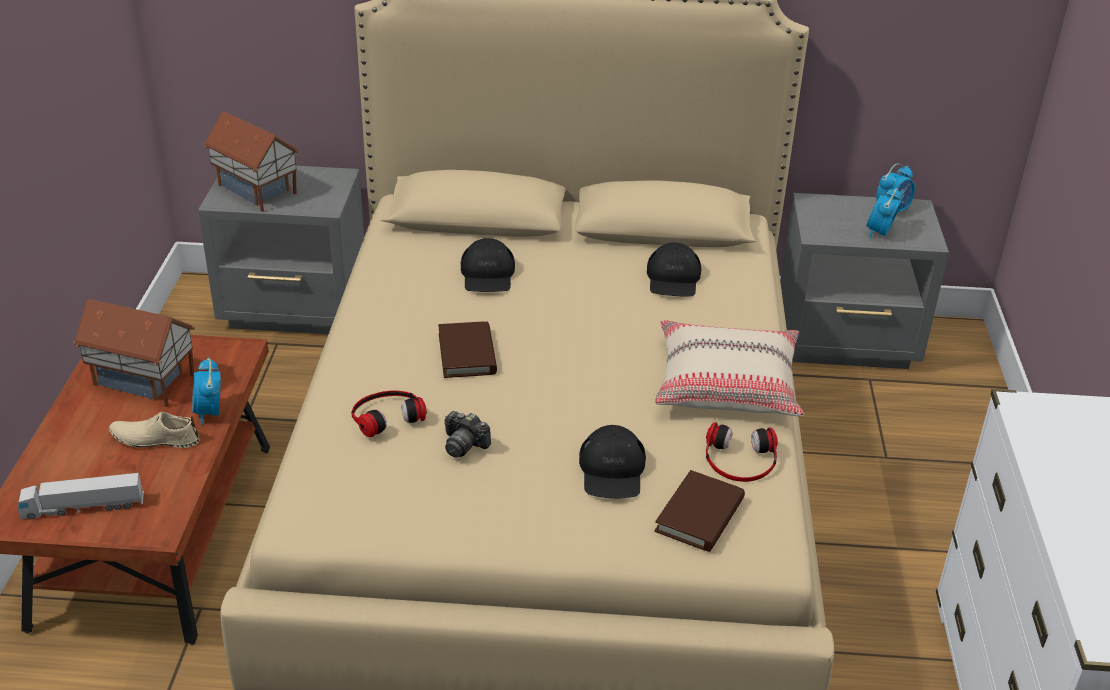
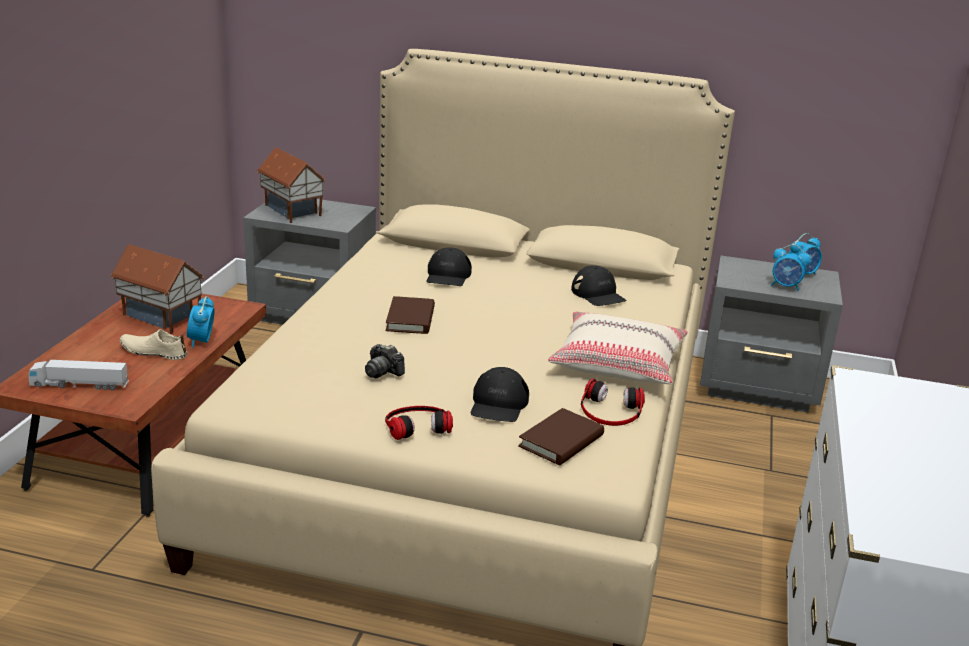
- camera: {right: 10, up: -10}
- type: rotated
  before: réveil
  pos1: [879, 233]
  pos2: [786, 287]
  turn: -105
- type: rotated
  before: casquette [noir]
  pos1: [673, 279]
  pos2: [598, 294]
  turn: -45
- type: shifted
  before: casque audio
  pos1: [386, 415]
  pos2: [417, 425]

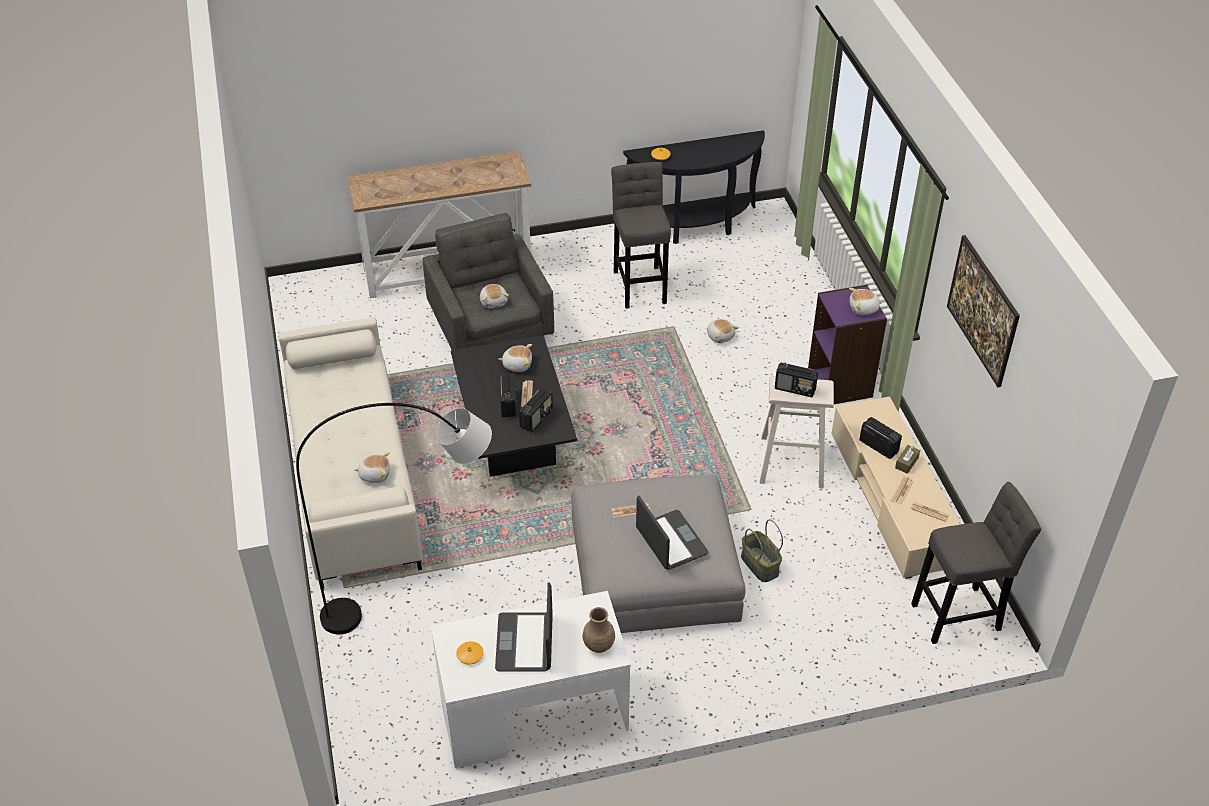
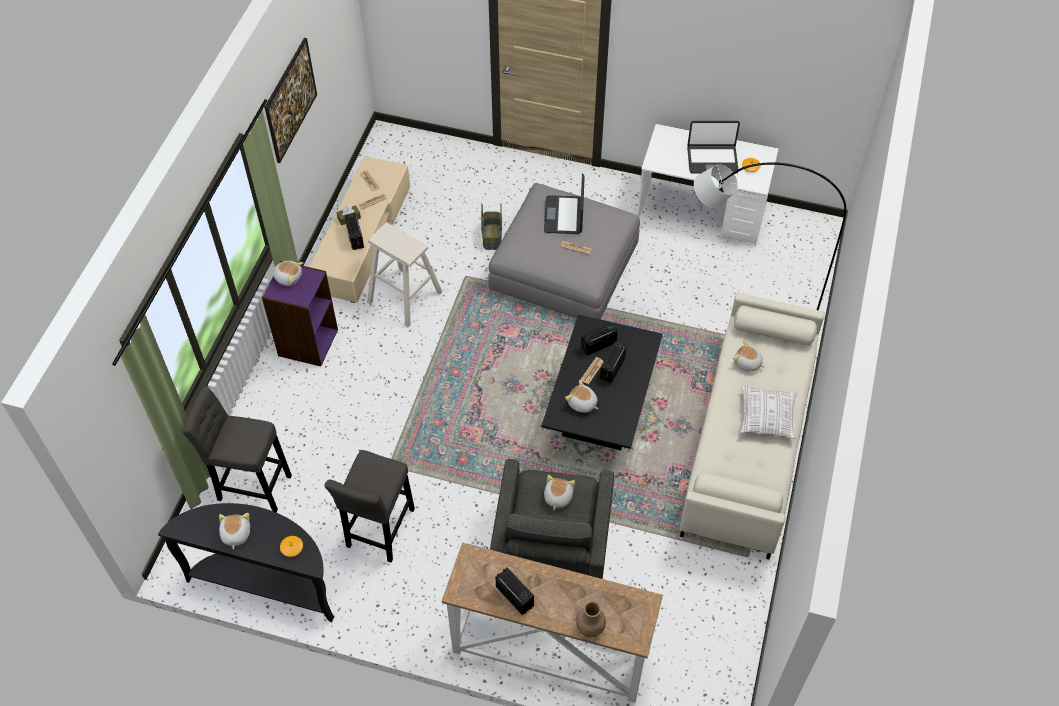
- camera: {right: -150, up: 10}
- type: shifted
  before: peluche
  pos1: [720, 336]
  pos2: [235, 534]
- type: shifted
  before: radio
  pos1: [795, 389]
  pos2: [514, 596]
- type: shifted
  before: tabouret [gris]
  pos1: [960, 615]
  pos2: [251, 485]
- type: rotated
  before: ordinateur portable
  pos1: [525, 643]
  pos2: [712, 159]
  turn: 60
- type: shifted
  before: vase [marron]
  pos1: [599, 645]
  pos2: [590, 627]
- type: new
  after: coussin
  pos2: [766, 417]

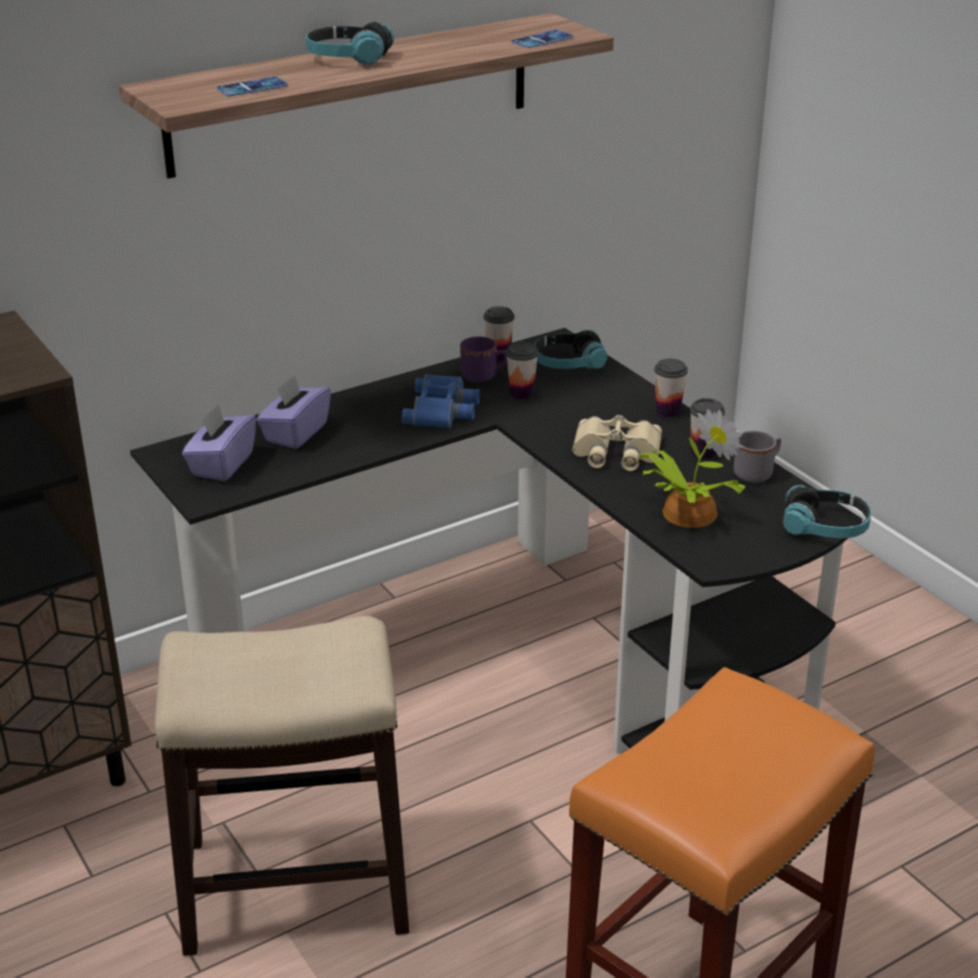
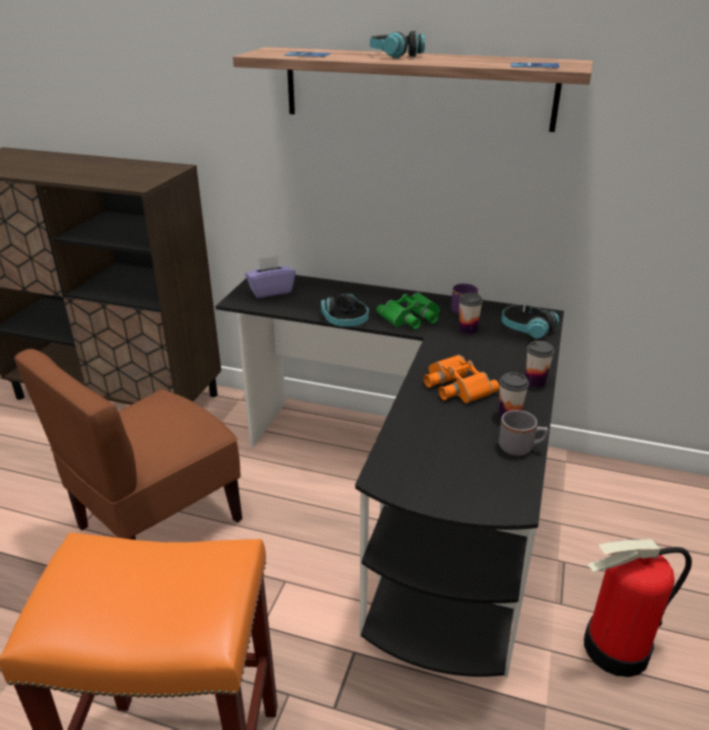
- camera: {right: 50, up: 0}
- type: gone
  before: tasse
  pos1: [498, 356]
- type: repainted
  before: jumelles [bleu]
  after: jumelles [vert]
  pos1: [443, 410]
  pos2: [411, 317]
- type: gone
  before: boîte à mouchoirs [violet]
  pos1: [295, 433]
- type: gone
  before: plante en pot
  pos1: [686, 513]
- type: repainted
  before: jumelles [beige]
  after: jumelles [orange]
  pos1: [615, 452]
  pos2: [455, 385]
- type: shifted
  before: casque audio
  pos1: [825, 527]
  pos2: [345, 320]
- type: swapped
  before: tabouret
  after: chaise [marron]
  pos1: [293, 886]
  pos2: [158, 523]
- type: new
  after: extincteur
  pos2: [616, 649]

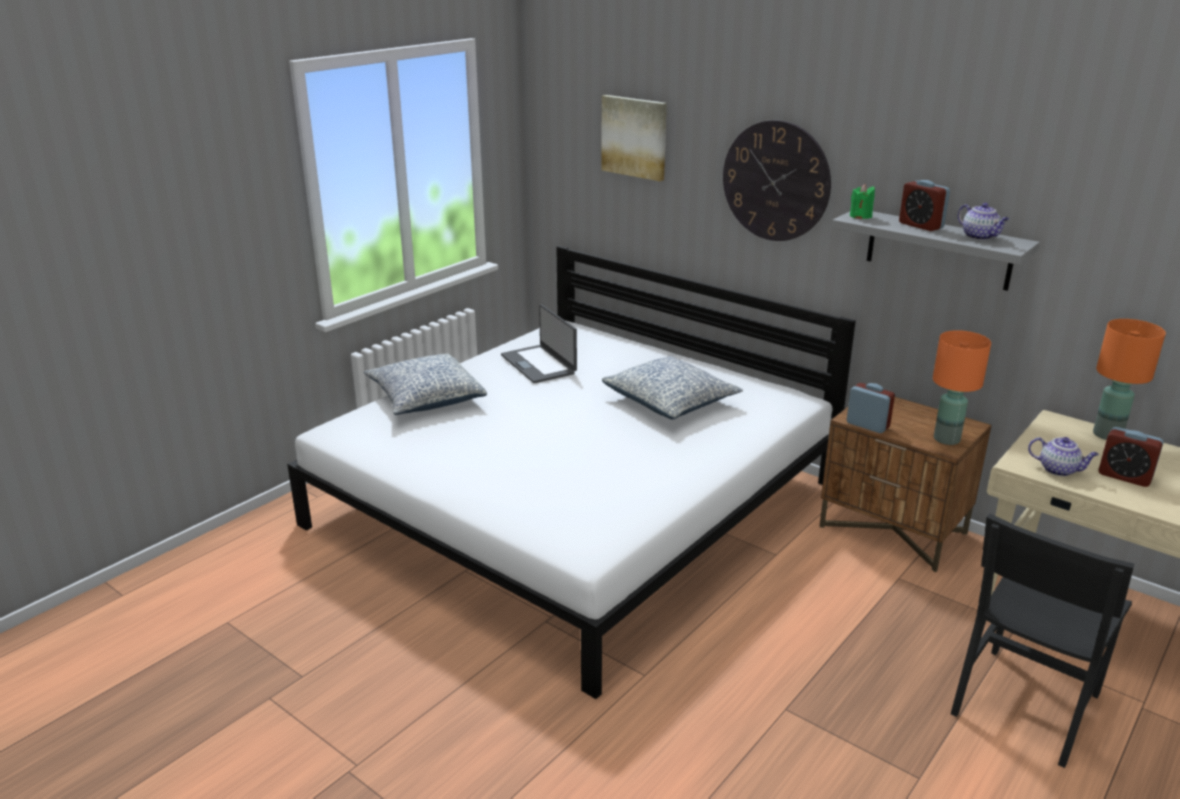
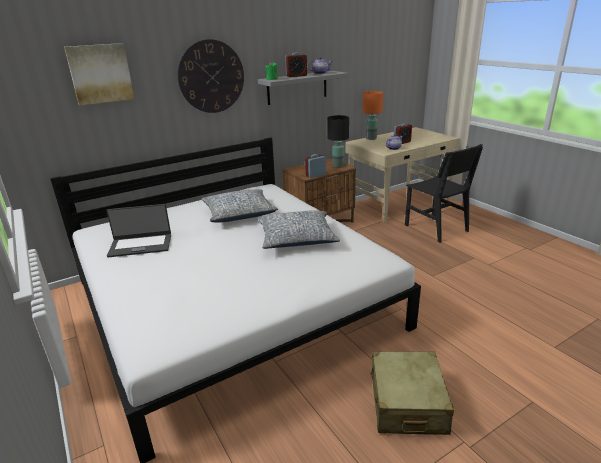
- camera: {right: -70, up: 0}
- type: repainted
  before: lampe de table [orange]
  after: lampe de table [noir]
  pos1: [947, 439]
  pos2: [338, 166]
- type: shifted
  before: coussin
  pos1: [425, 398]
  pos2: [297, 240]
- type: new
  after: valise [beige]
  pos2: [407, 403]

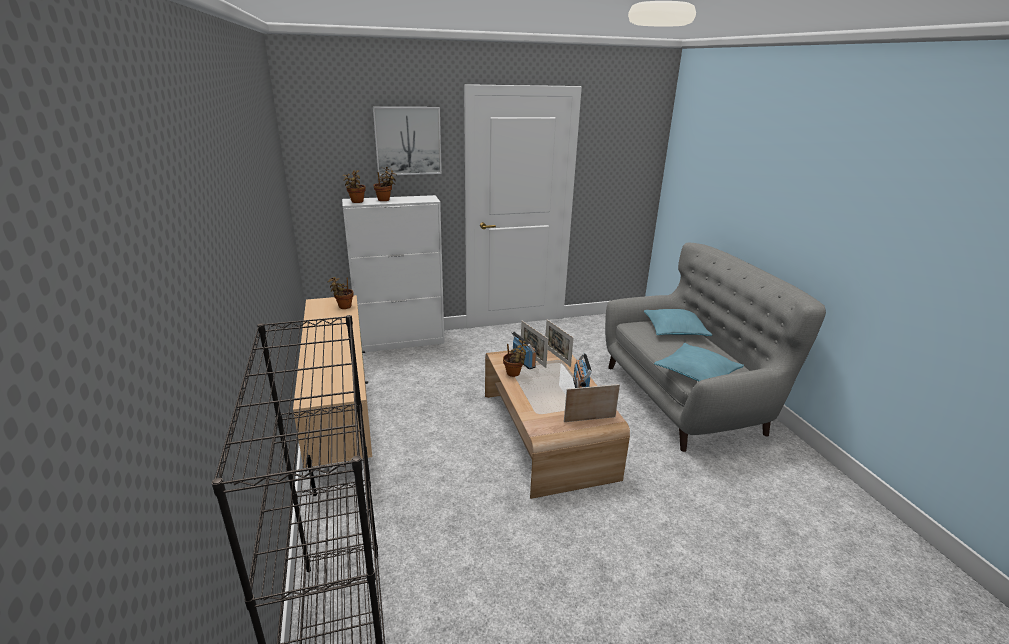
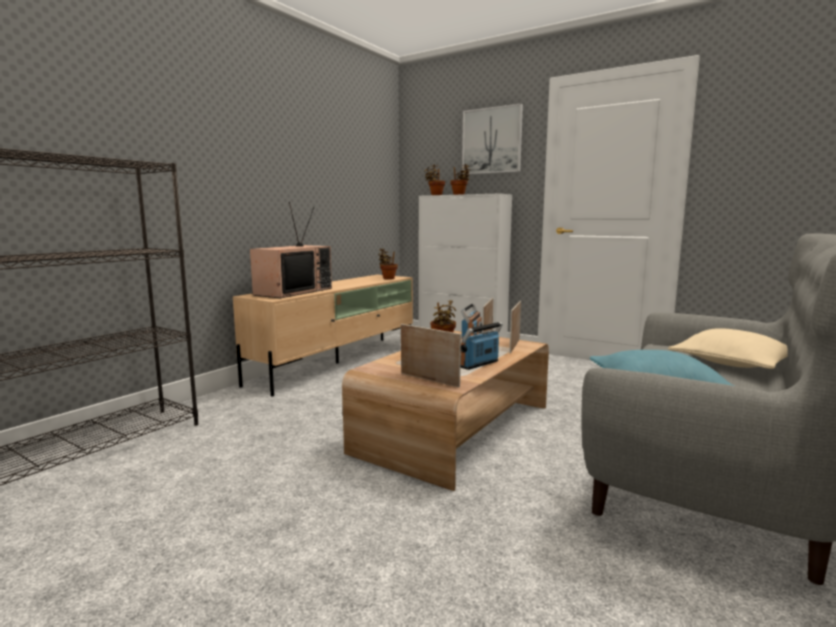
- camera: {right: 50, up: -15}
- type: repainted
  before: coussin [turquoise]
  after: coussin [beige]
  pos1: [674, 330]
  pos2: [732, 363]
- type: new
  after: téléviseur
  pos2: [293, 291]

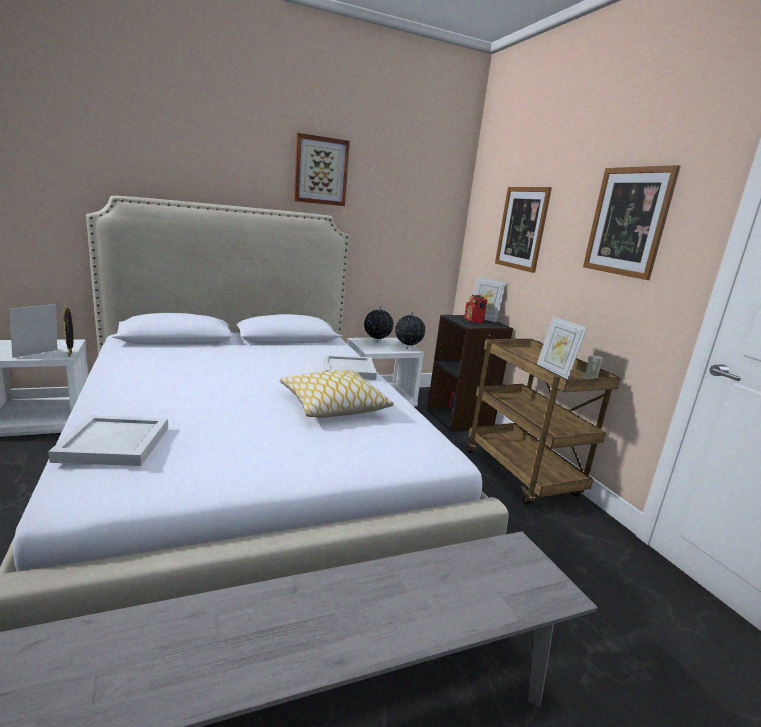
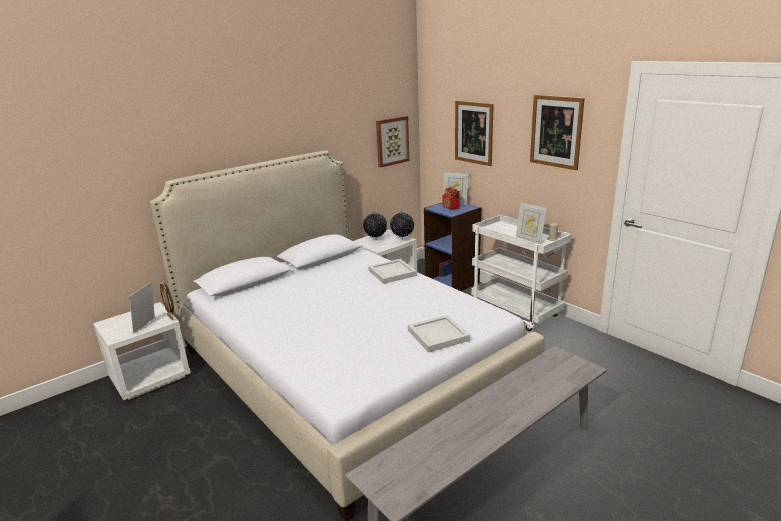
- camera: {right: -15, up: 5}
- type: shifted
  before: tableau
  pos1: [321, 171]
  pos2: [392, 141]
- type: repainted
  before: bibliothèque [noir]
  after: bibliothèque [bleu]
  pos1: [460, 419]
  pos2: [452, 282]
- type: repainted
  before: chariot [marron]
  after: chariot [blanc]
  pos1: [522, 475]
  pos2: [516, 312]
- type: gone
  before: coussin
  pos1: [333, 405]
- type: shifted
  before: plateau [blanc]
  pos1: [112, 444]
  pos2: [438, 336]

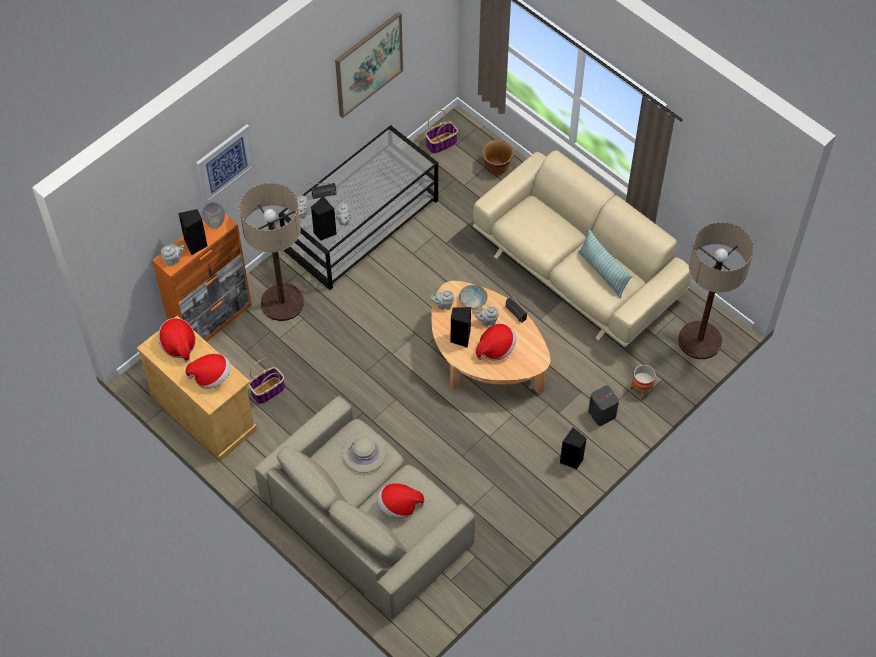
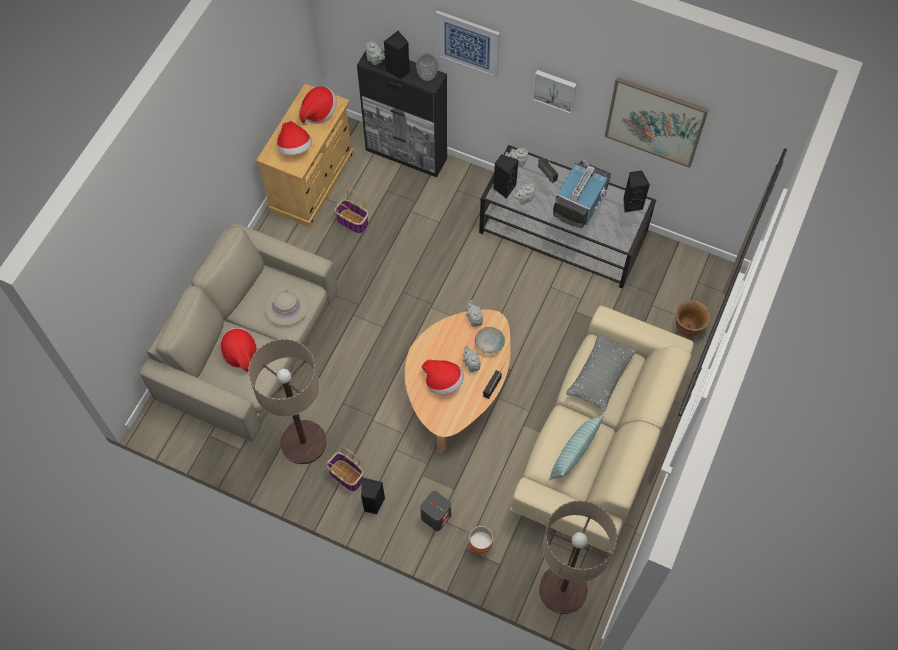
- camera: {right: 70, up: 5}
- type: shifted
  before: panier
  pos1: [441, 143]
  pos2: [347, 475]
- type: shifted
  before: lampadaire
  pos1: [282, 303]
  pos2: [303, 442]
- type: repainted
  before: meuble de rangement [orange]
  after: meuble de rangement [noir]
  pos1: [212, 322]
  pos2: [406, 155]
- type: shifted
  before: enceinte [noir]
  pos1: [460, 338]
  pos2: [632, 204]
- type: new
  after: tableau
  pos2: [555, 90]
- type: new
  after: téléviseur
  pos2: [580, 201]
- type: new
  after: coussin [gris]
  pos2: [600, 376]

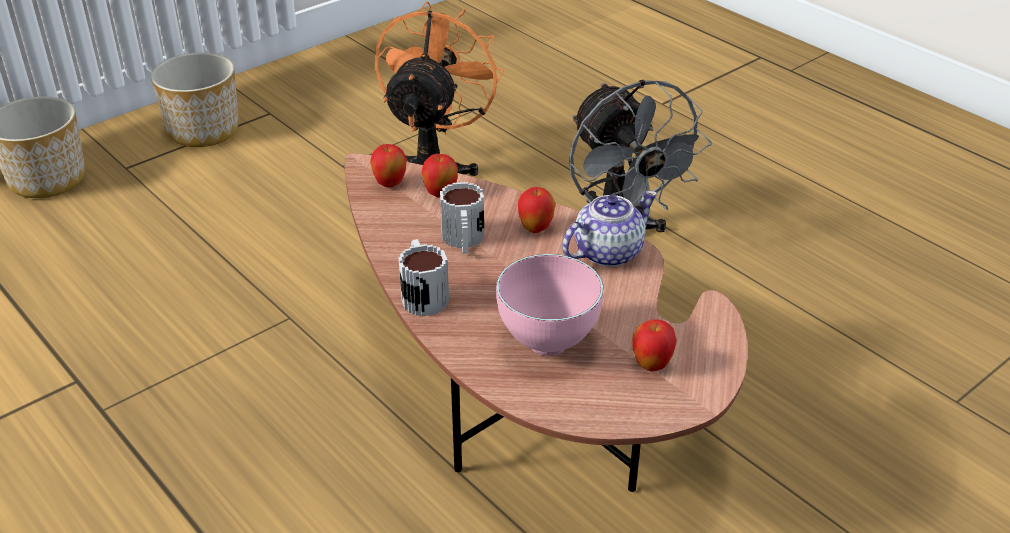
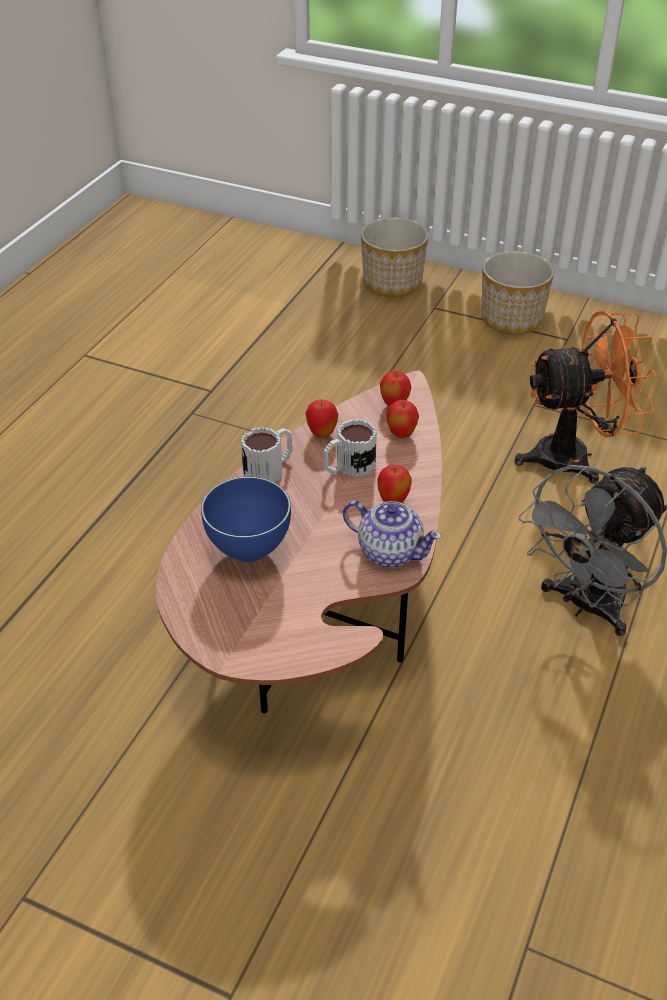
- camera: {right: 65, up: 5}
- type: repainted
  before: bol [rose]
  after: bol [bleu]
  pos1: [549, 343]
  pos2: [251, 552]
- type: shifted
  before: pomme
  pos1: [651, 365]
  pos2: [322, 433]

